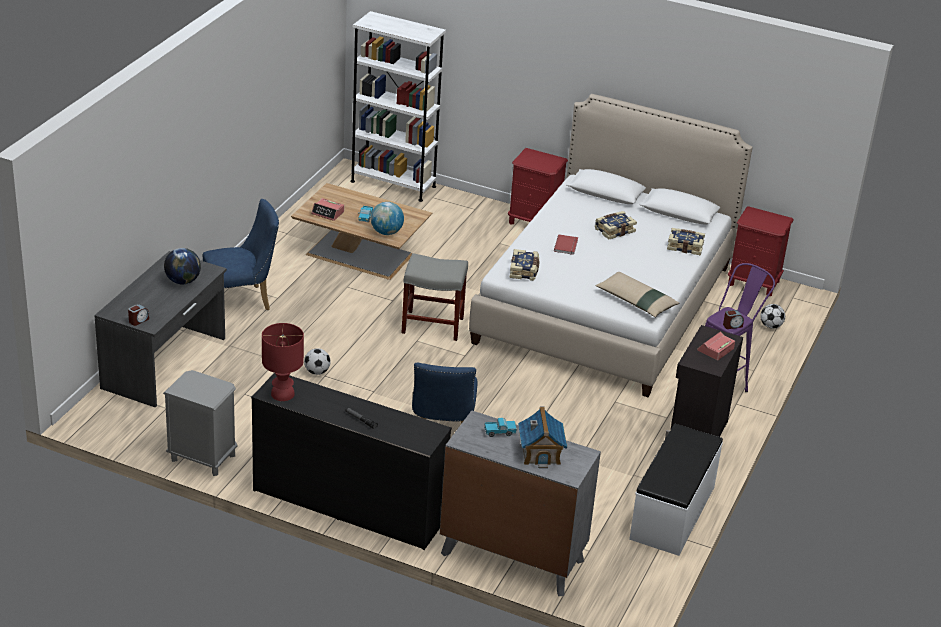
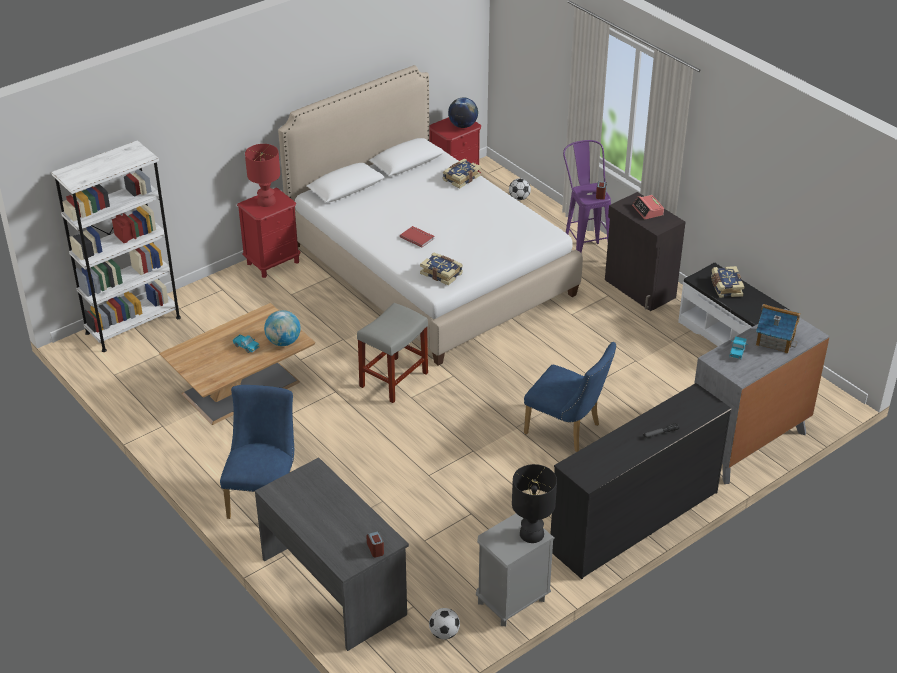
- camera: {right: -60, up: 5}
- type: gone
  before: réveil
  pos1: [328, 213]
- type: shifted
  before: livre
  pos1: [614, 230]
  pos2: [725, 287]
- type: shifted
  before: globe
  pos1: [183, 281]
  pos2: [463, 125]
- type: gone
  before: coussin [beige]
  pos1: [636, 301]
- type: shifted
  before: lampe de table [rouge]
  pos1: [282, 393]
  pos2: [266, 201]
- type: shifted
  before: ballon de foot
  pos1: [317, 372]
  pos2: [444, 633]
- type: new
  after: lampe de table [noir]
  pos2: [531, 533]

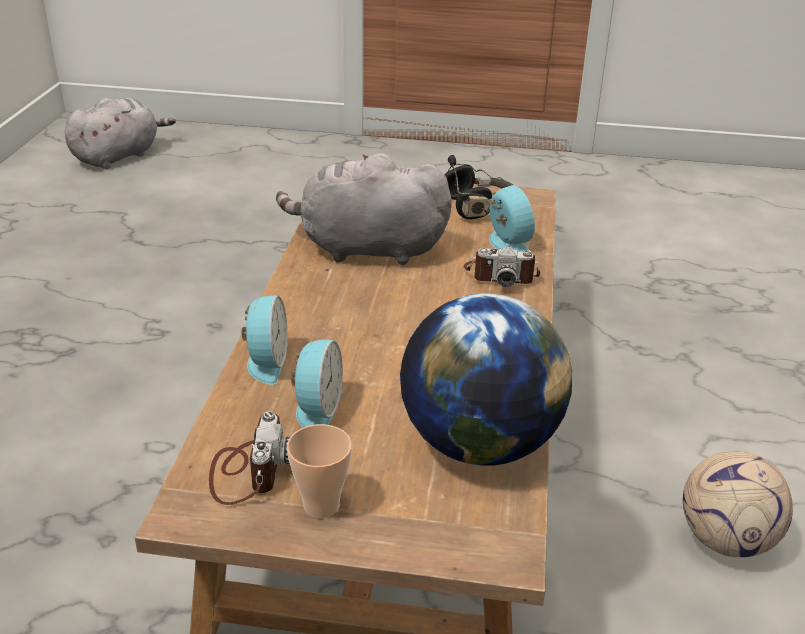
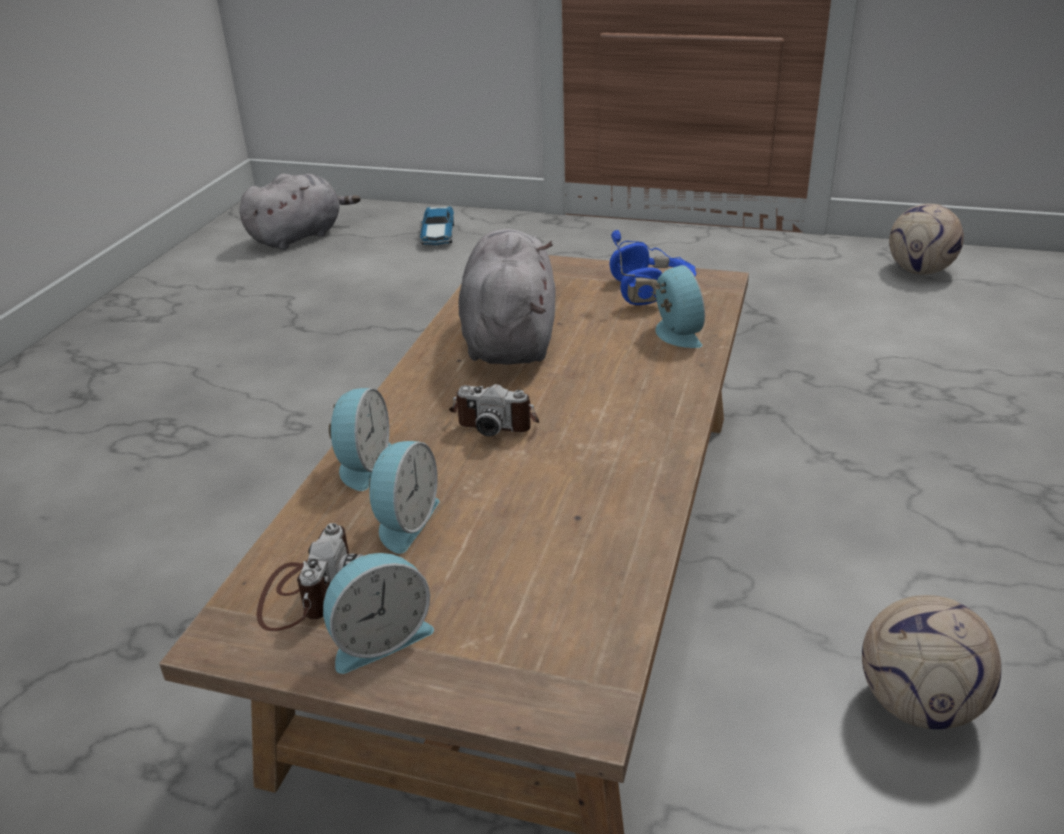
- camera: {right: 10, up: 0}
- type: rotated
  before: peluche [gris]
  pos1: [366, 249]
  pos2: [509, 338]
  turn: 75
- type: repainted
  before: casque audio [noir]
  after: casque audio [bleu]
  pos1: [478, 207]
  pos2: [651, 291]
- type: shifted
  before: appareil photo
  pos1: [501, 275]
  pos2: [496, 419]
- type: gone
  before: globe
  pos1: [479, 443]
- type: swapped
  before: tasse
  after: réveil
  pos1: [321, 505]
  pos2: [379, 638]
- type: new
  after: ballon de foot
  pos2: [919, 270]
- type: new
  after: petite voiture
  pos2: [438, 234]

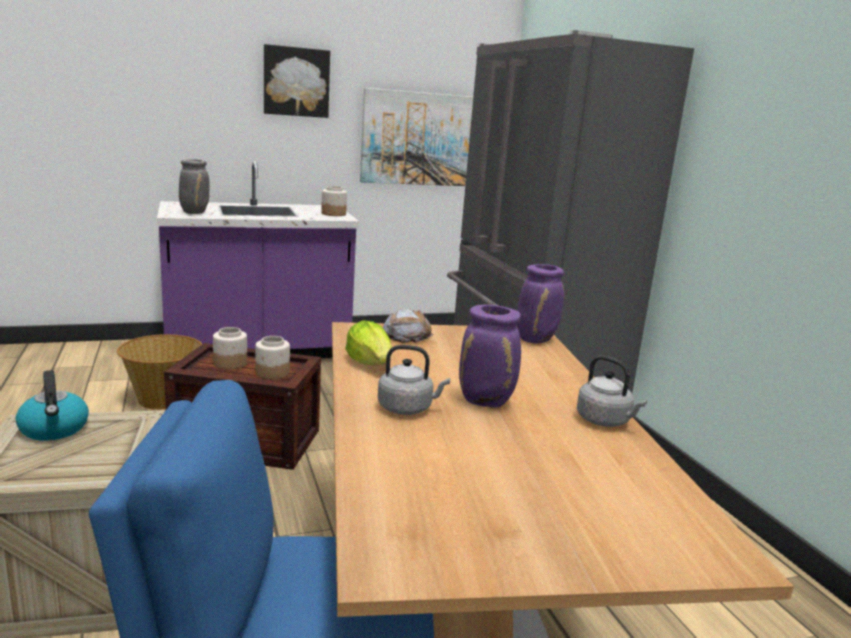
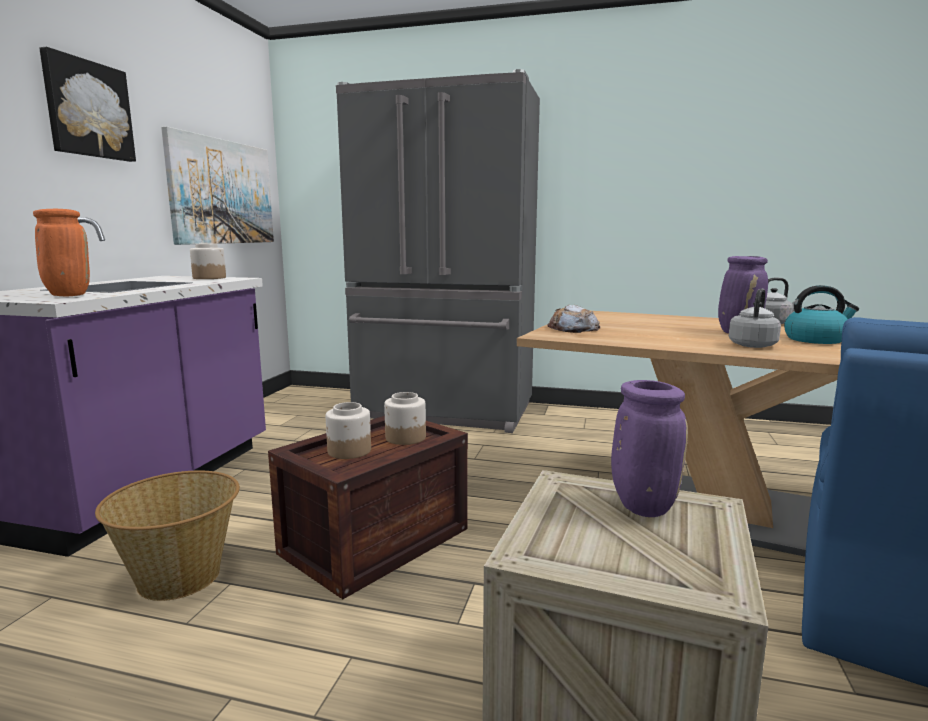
- camera: {right: -55, up: -5}
- type: repainted
  before: vase [gris]
  after: vase [orange]
  pos1: [194, 213]
  pos2: [67, 295]
- type: shifted
  before: vase [violet]
  pos1: [535, 339]
  pos2: [641, 506]
- type: gone
  before: laitue
  pos1: [371, 363]
- type: shifted
  before: bouilloire
  pos1: [54, 429]
  pos2: [816, 339]

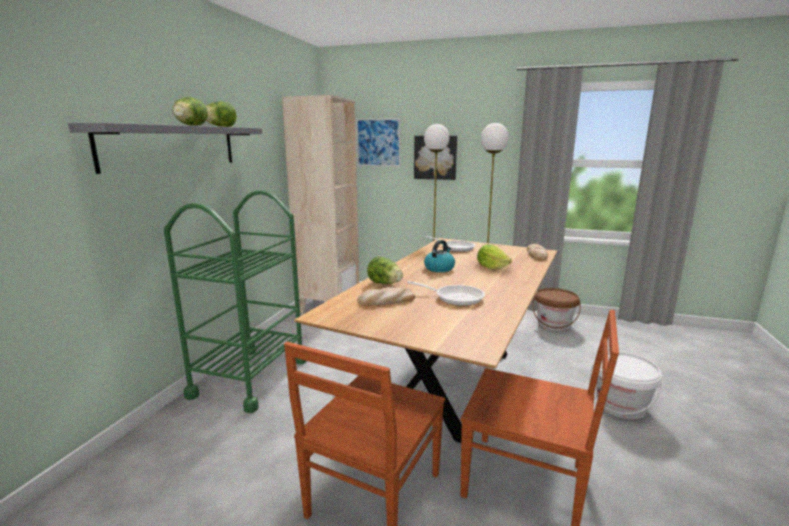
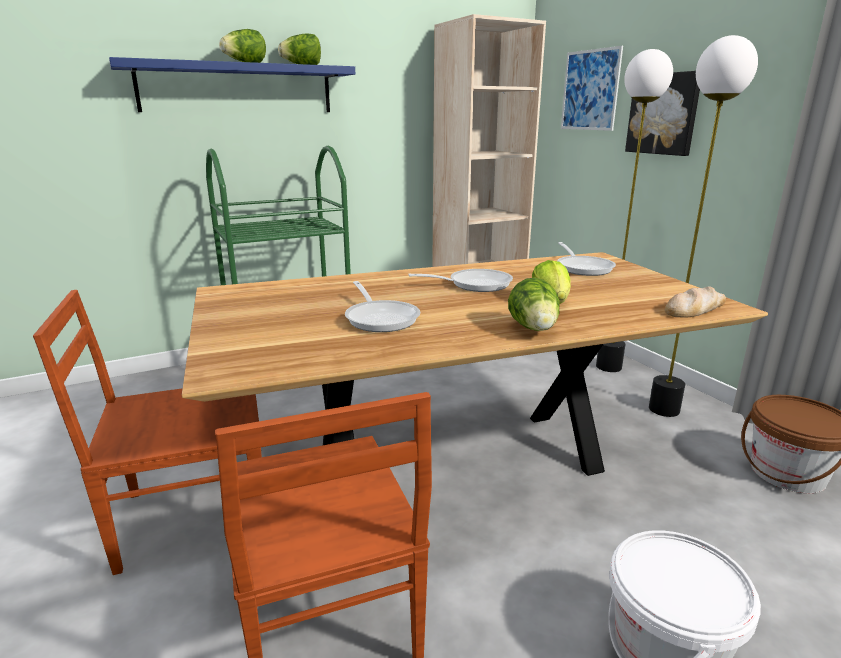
- camera: {right: 45, up: 5}
- type: repainted
  before: étagère [gris]
  after: étagère [bleu]
  pos1: [173, 147]
  pos2: [238, 88]
- type: swapped
  before: bouilloire
  after: poêle
  pos1: [439, 268]
  pos2: [474, 284]
- type: shifted
  before: laitue
  pos1: [385, 284]
  pos2: [534, 329]
- type: gone
  before: pain
  pos1: [386, 300]

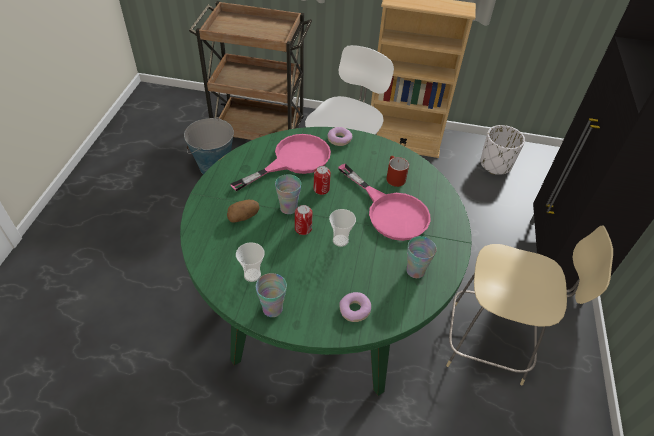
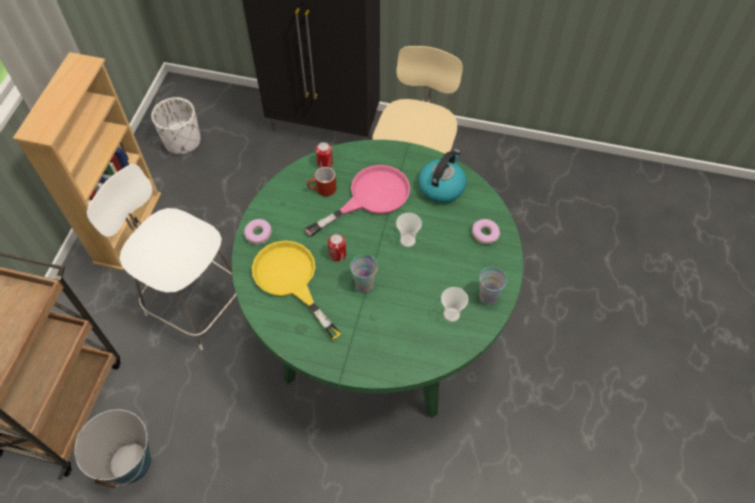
- camera: {right: -85, up: 10}
- type: repainted
  before: poêle [rose]
  after: poêle [jaune]
  pos1: [293, 160]
  pos2: [291, 280]
- type: gone
  before: pomme de terre
  pos1: [243, 217]
- type: shifted
  before: boîte métallique
  pos1: [303, 228]
  pos2: [325, 163]
- type: swapped
  before: tasse
  after: bouilloire
  pos1: [415, 271]
  pos2: [441, 186]

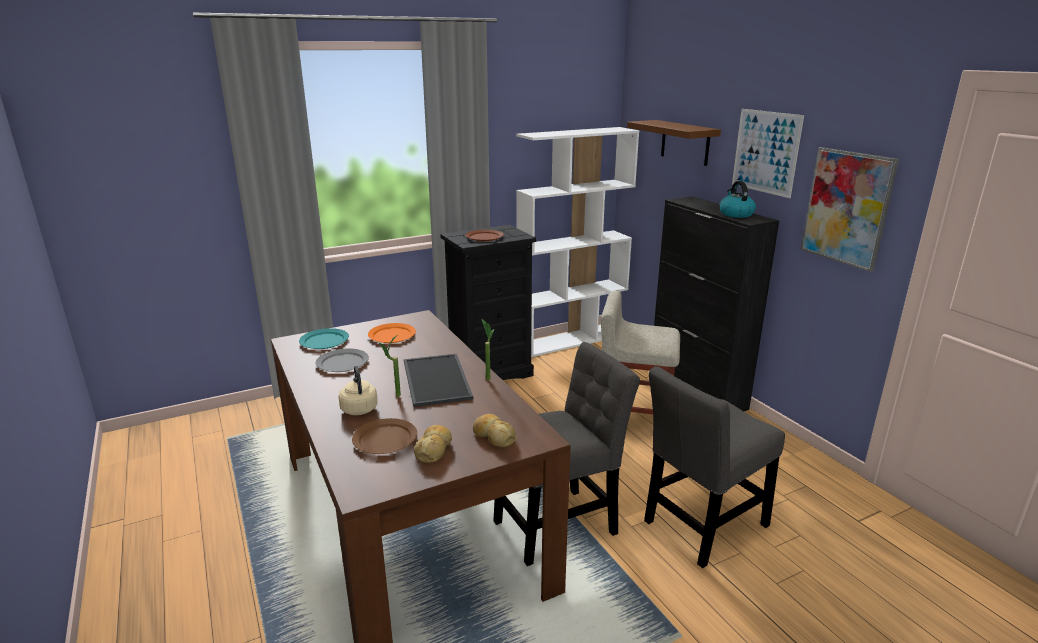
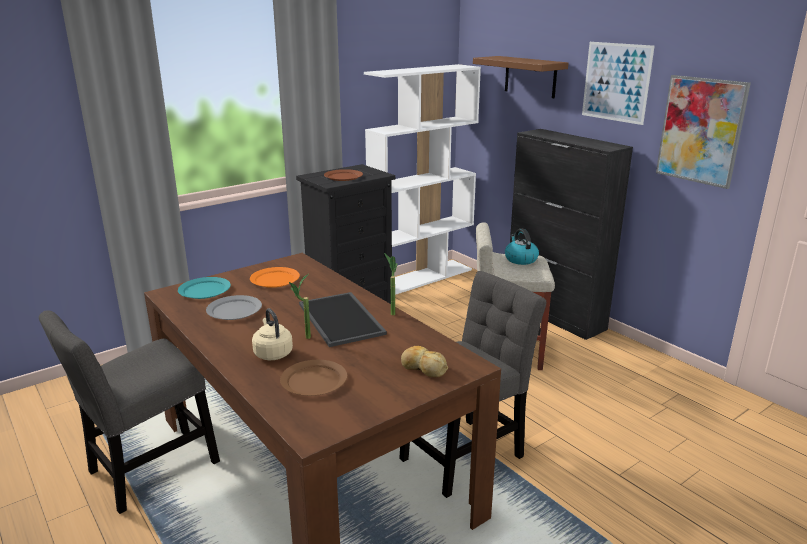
- camera: {right: -10, up: 0}
- type: shifted
  before: bouilloire
  pos1: [735, 214]
  pos2: [520, 259]
- type: shifted
  before: chaise [gris]
  pos1: [702, 527]
  pos2: [148, 471]
- type: gone
  before: pain
  pos1: [434, 449]

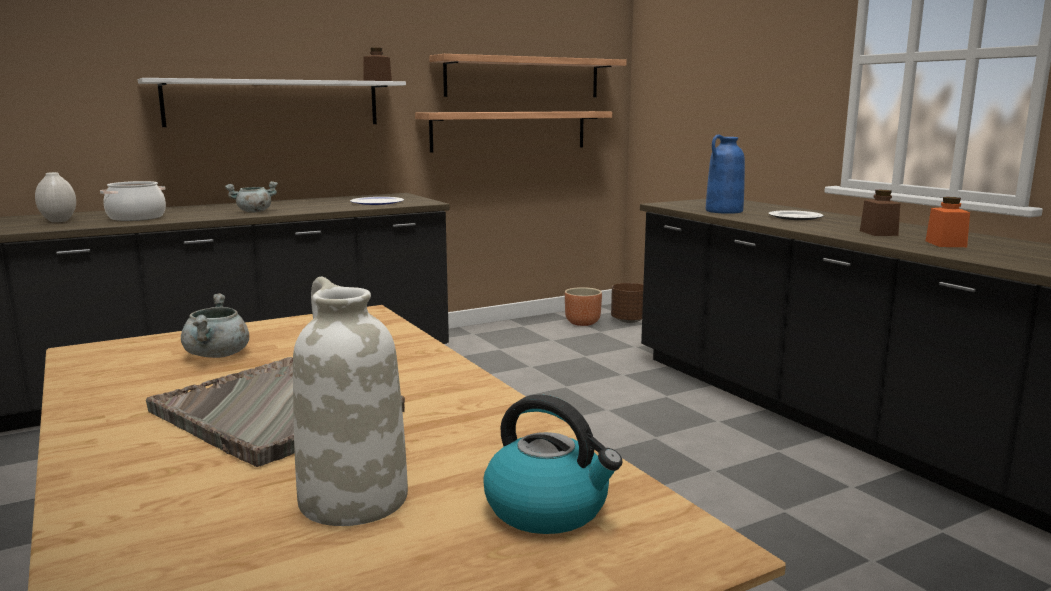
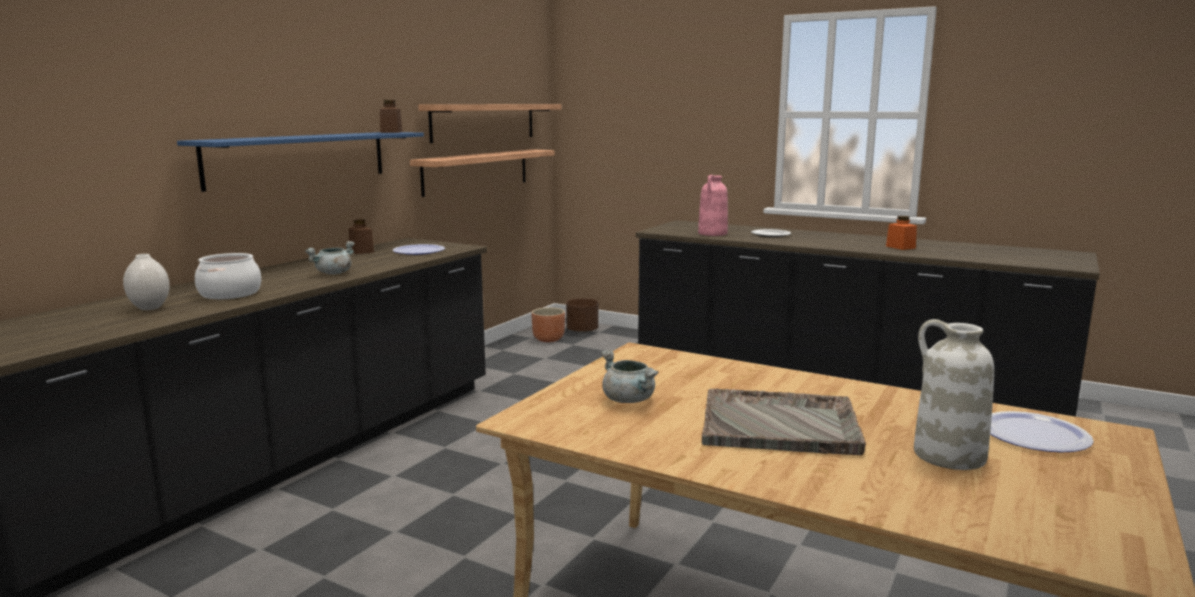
- camera: {right: -30, up: 0}
- type: repainted
  before: étagère [blanc]
  after: étagère [bleu]
  pos1: [274, 103]
  pos2: [299, 158]
- type: repainted
  before: vase [bleu]
  after: vase [rose]
  pos1: [724, 211]
  pos2: [712, 233]
- type: shifted
  before: bocal [marron]
  pos1: [878, 233]
  pos2: [361, 251]
- type: swapped
  before: bouilloire
  after: assiette
  pos1: [549, 509]
  pos2: [1034, 434]

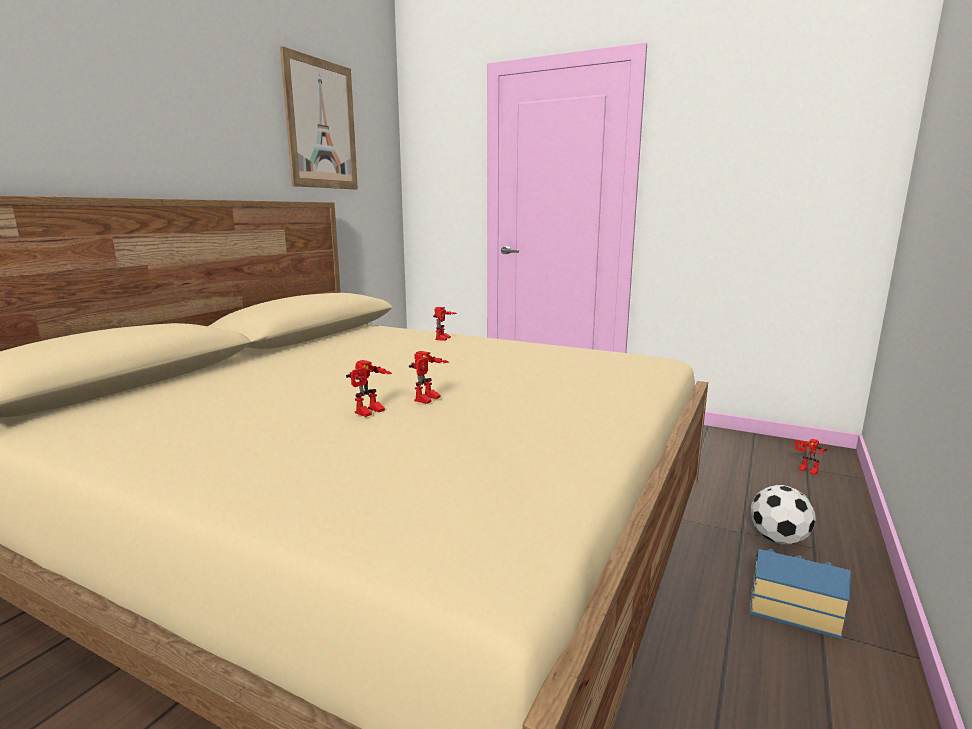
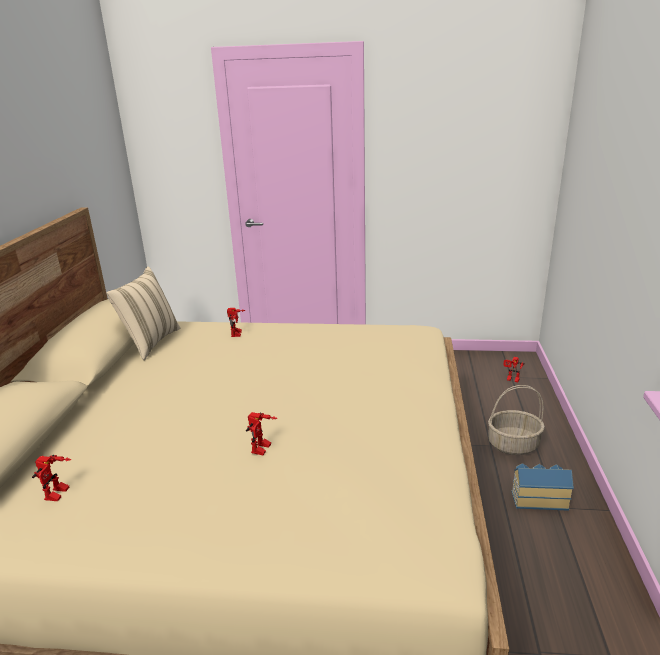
- camera: {right: -20, up: 10}
- type: gone
  before: tableau
  pos1: [321, 125]
- type: shifted
  before: robot jouet
  pos1: [429, 400]
  pos2: [59, 495]
- type: swapped
  before: ballon de foot
  after: panier
  pos1: [778, 539]
  pos2: [513, 444]
- type: new
  after: coussin [beige]
  pos2: [150, 342]

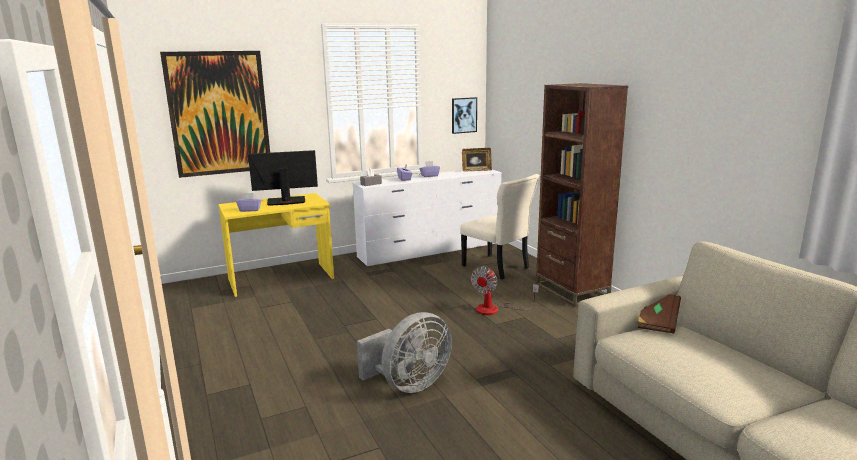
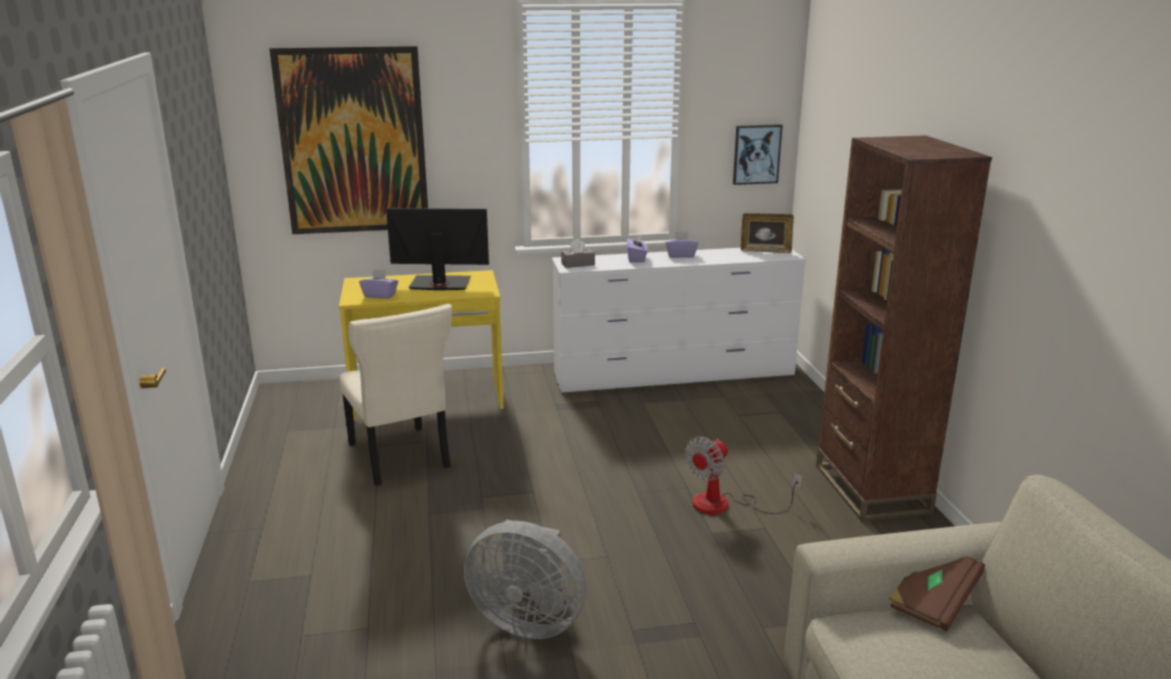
- camera: {right: 15, up: 5}
- type: shifted
  before: chaise [beige]
  pos1: [497, 268]
  pos2: [400, 458]
- type: rotated
  before: ventilateur [gris]
  pos1: [409, 385]
  pos2: [528, 620]
  turn: 45

